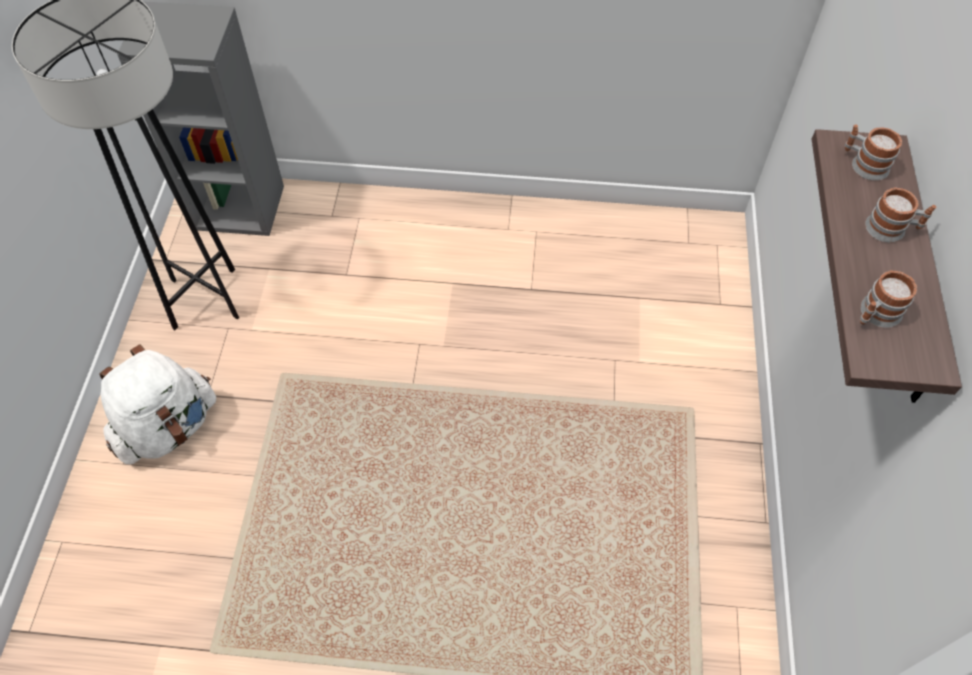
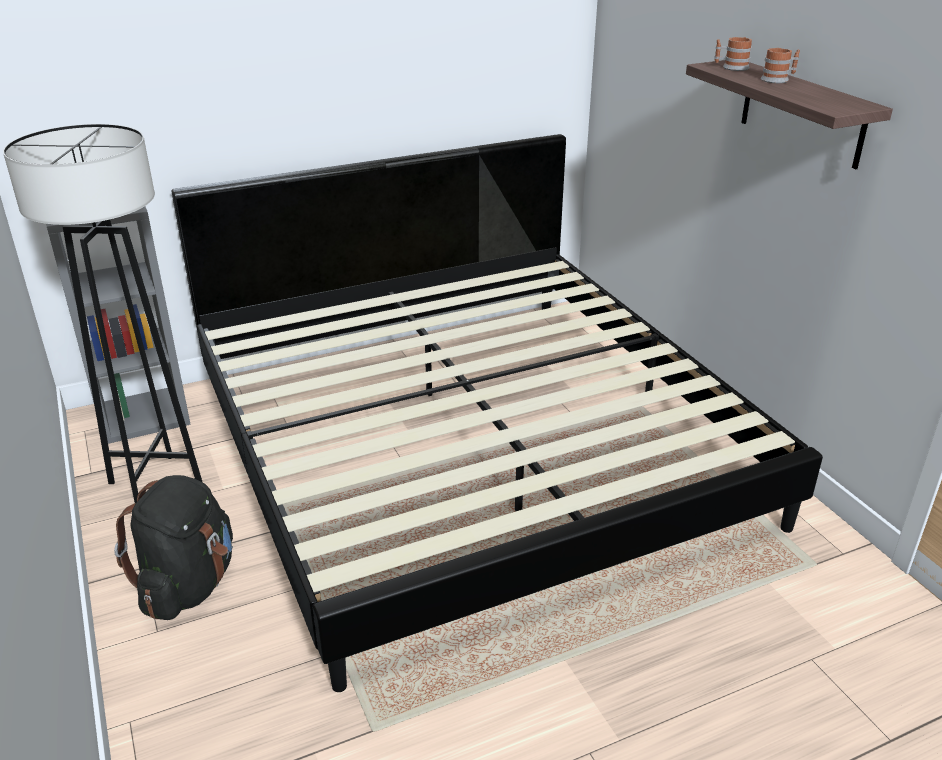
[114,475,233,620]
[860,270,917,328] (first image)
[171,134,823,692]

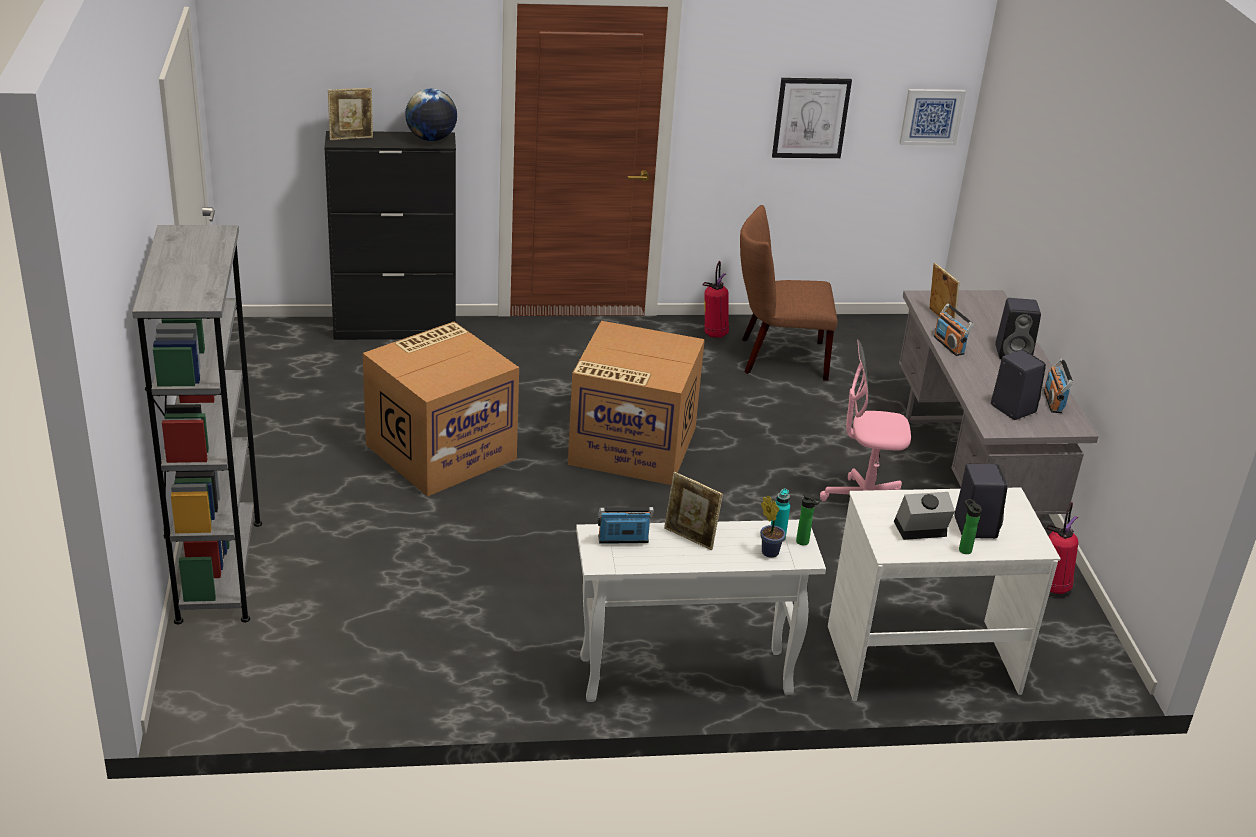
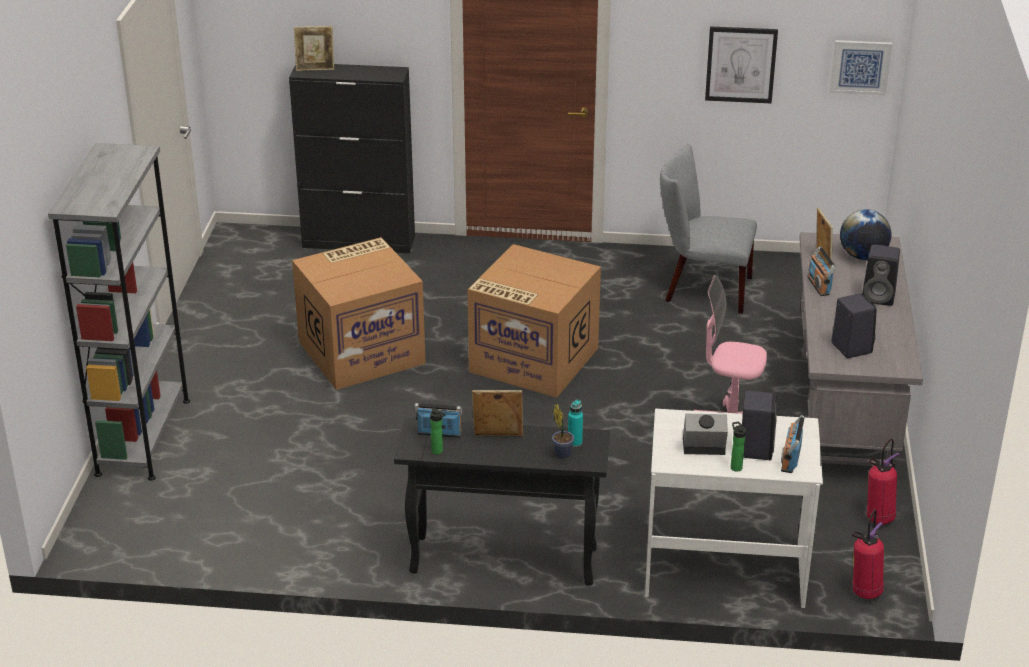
[840,209,891,260]
[394,418,610,586]
[472,390,523,436]
[852,509,884,599]
[660,145,757,314]
[430,408,445,454]
[781,415,805,473]

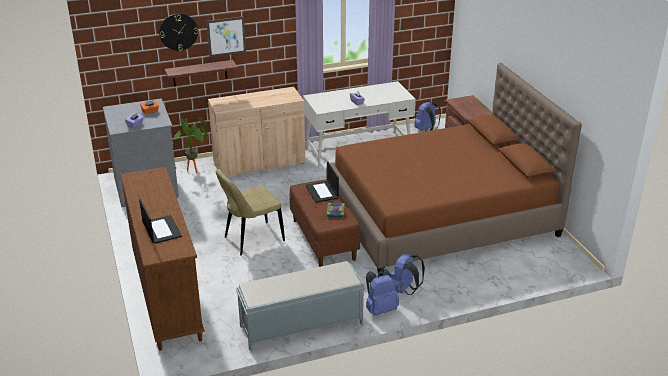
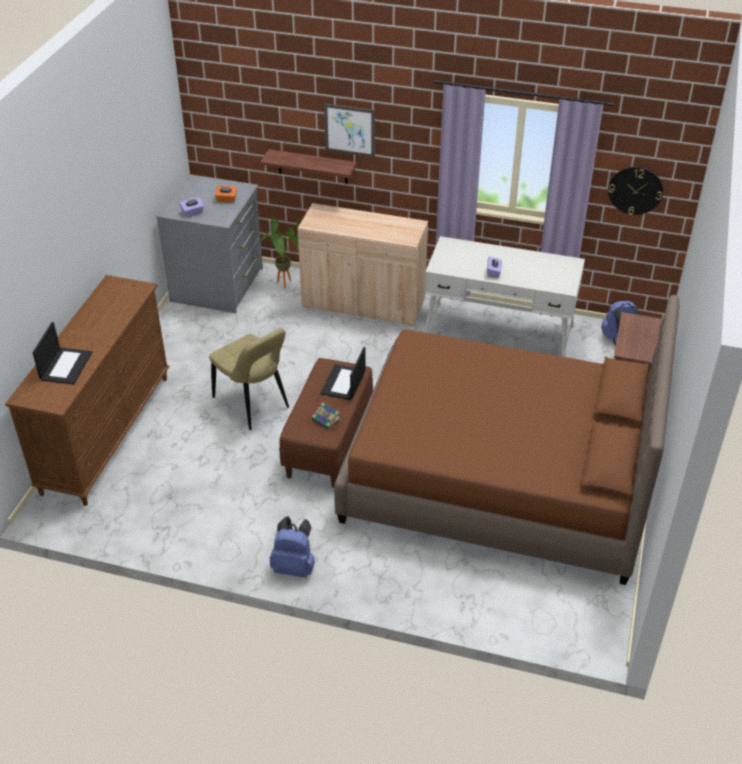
[608,167,663,215]
[209,328,289,430]
[236,261,365,351] (first image)
[391,254,425,295] (first image)

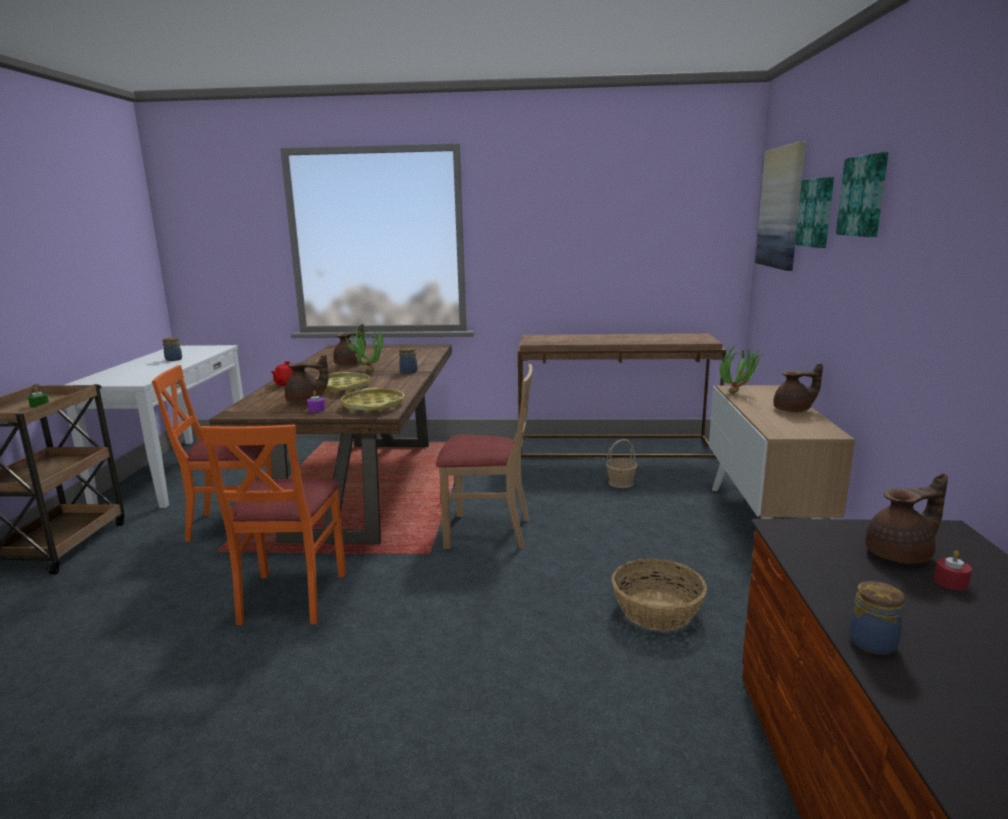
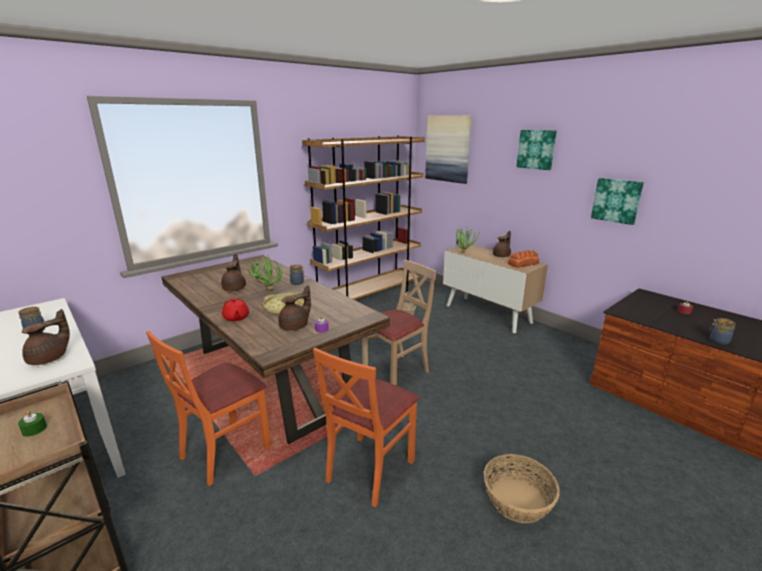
[313,348,419,507]
[341,388,405,412] (first image)
[302,135,425,300]
[484,454,560,523]
[591,178,644,225]
[22,309,70,365]
[508,250,539,268]

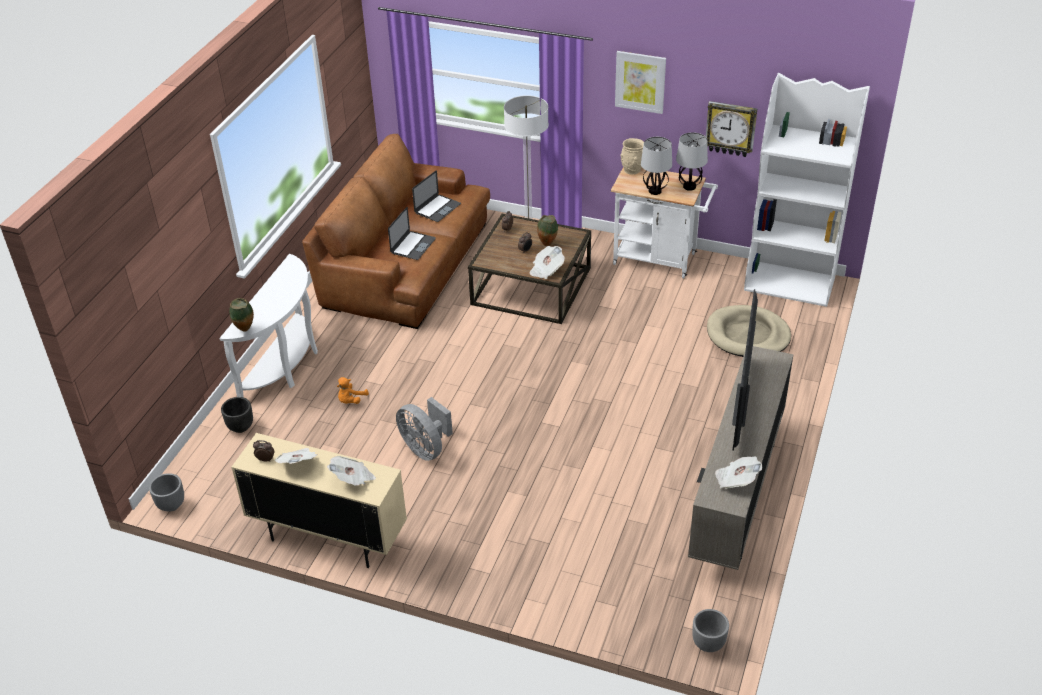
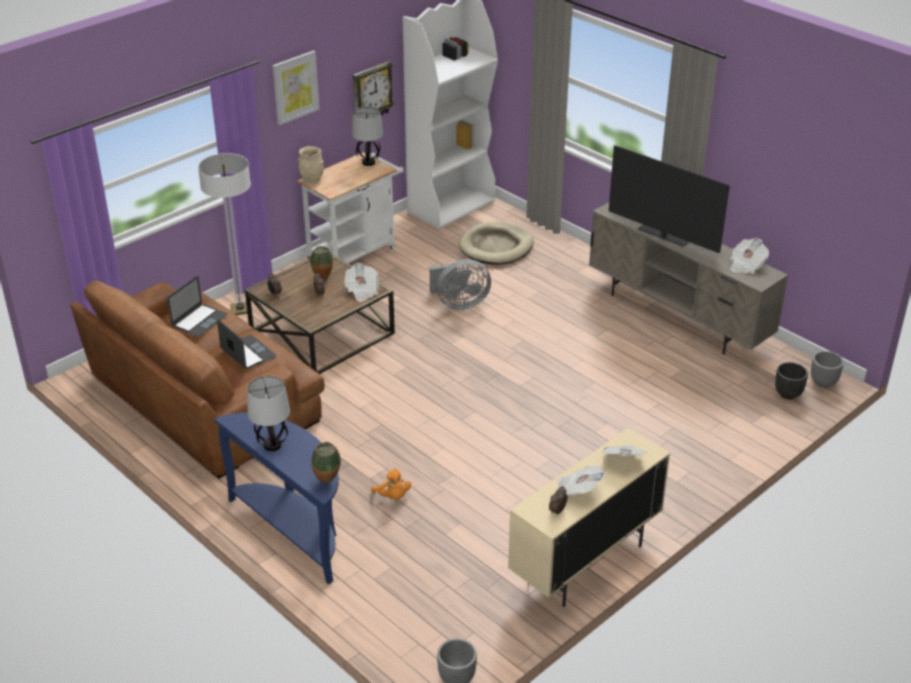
[214,413,339,584]
[775,362,808,399]
[430,259,491,310]
[167,276,228,337]
[247,376,290,451]

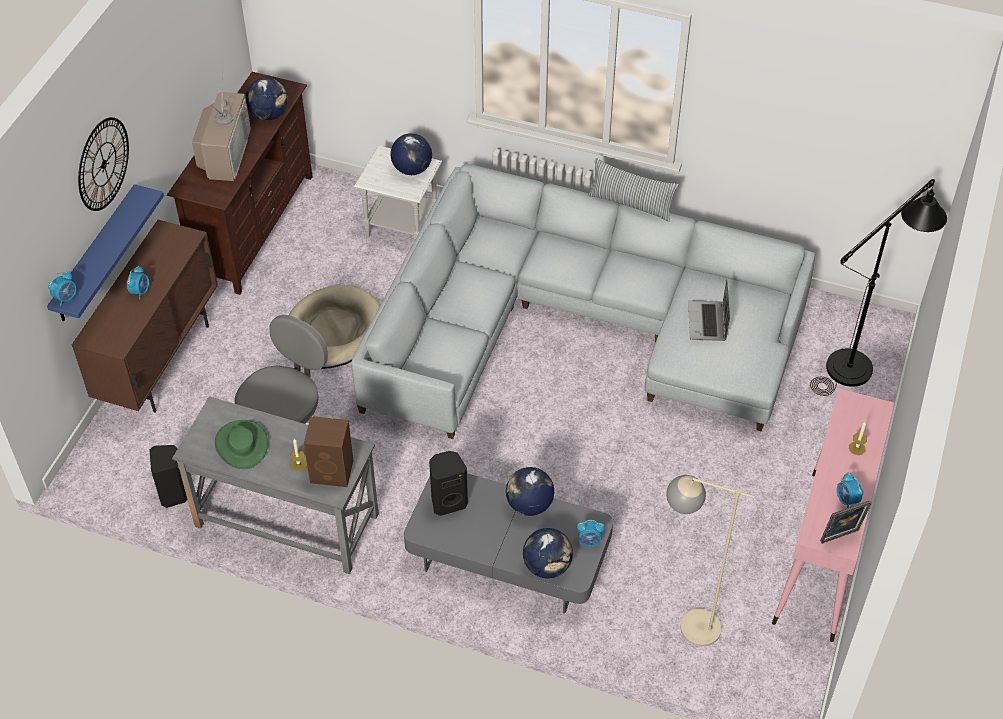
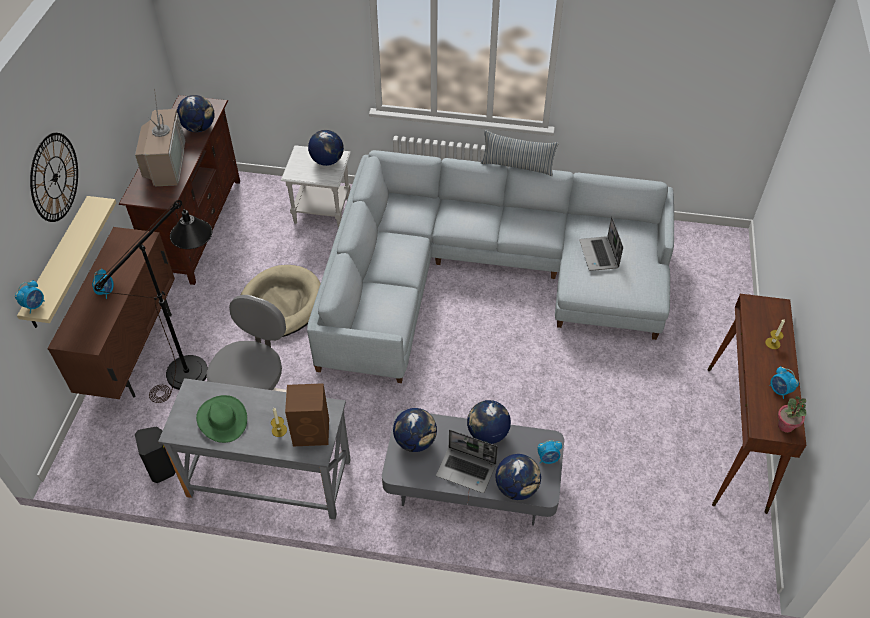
[17,196,116,328]
[393,408,437,452]
[666,475,755,647] (first image)
[707,294,806,514]
[94,200,212,403]
[778,396,807,433]
[436,430,498,493]

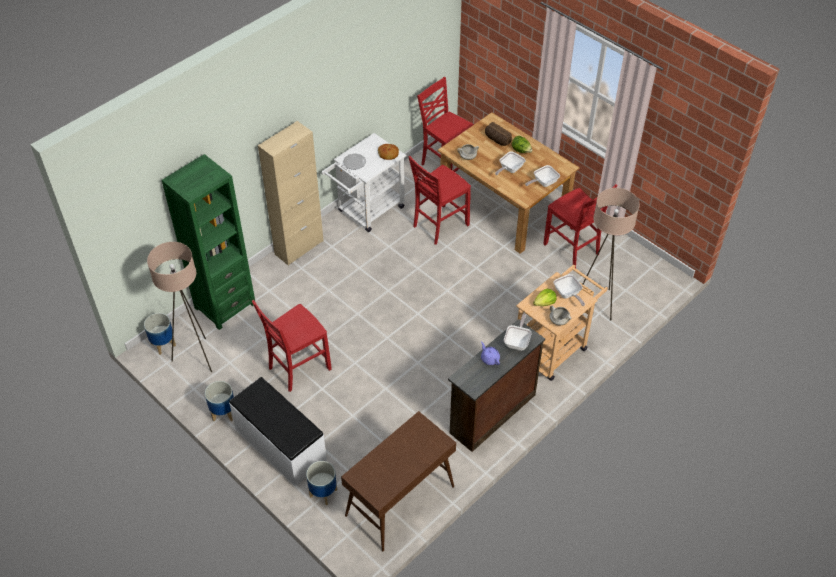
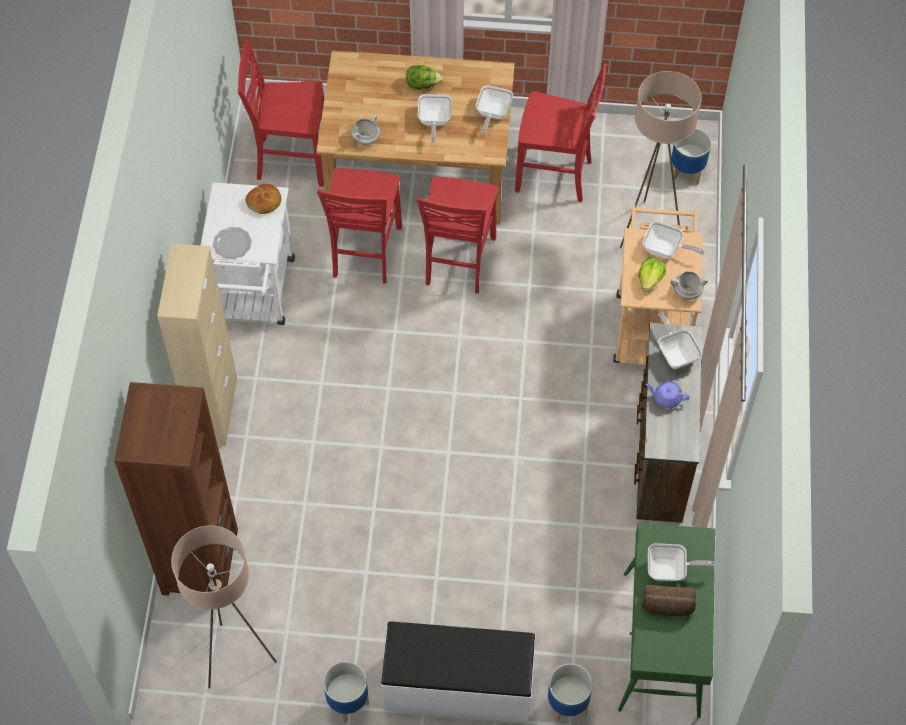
[672,128,711,185]
[114,382,238,595]
[417,176,498,293]
[618,523,715,718]
[642,585,696,616]
[648,543,715,581]

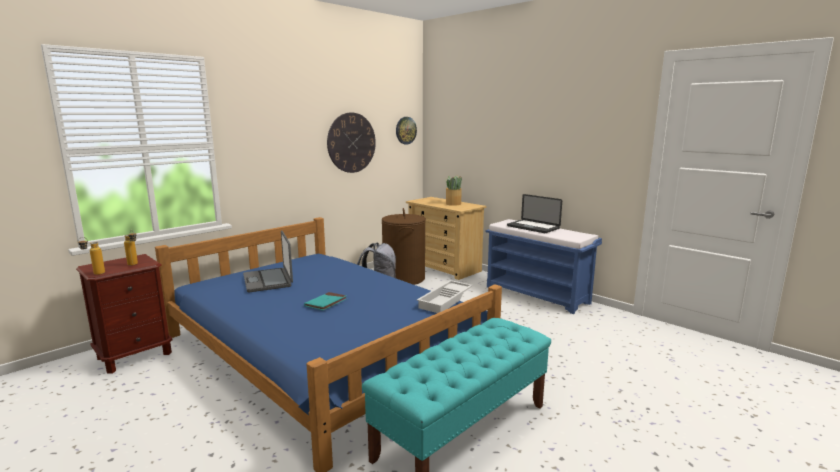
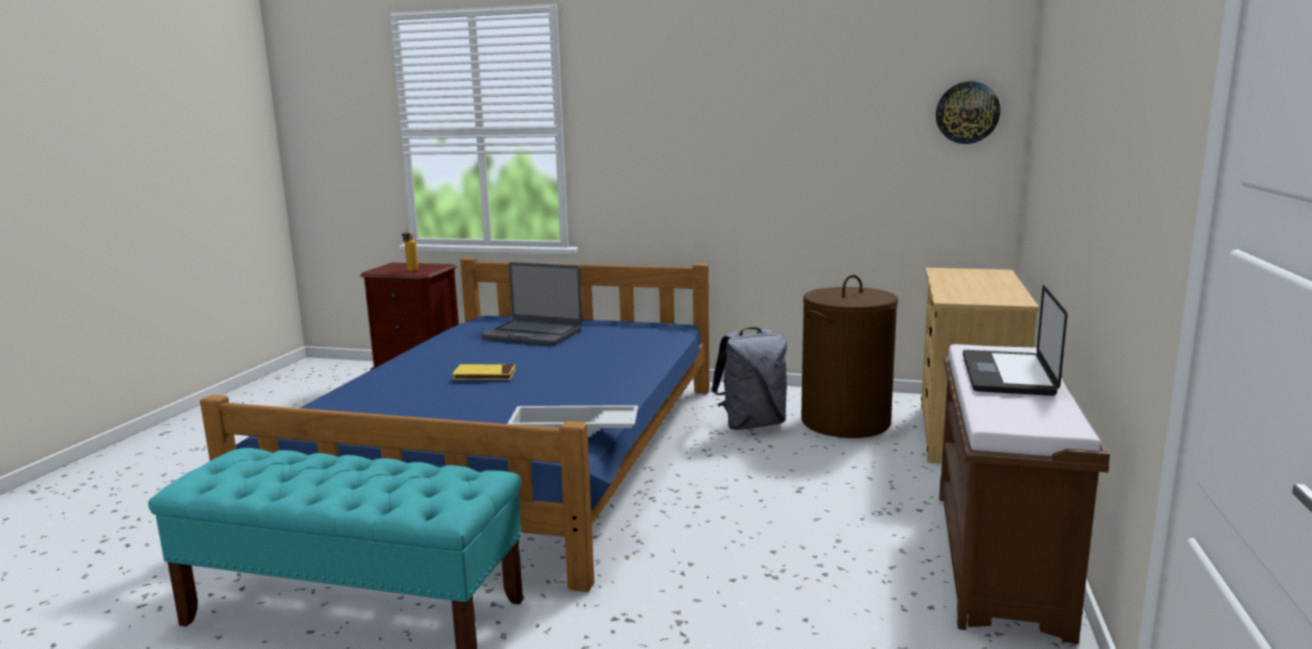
[77,237,105,275] (first image)
[482,262,583,346]
[452,364,516,380]
[327,113,376,173] (first image)
[446,175,462,206] (first image)
[939,344,1110,644]

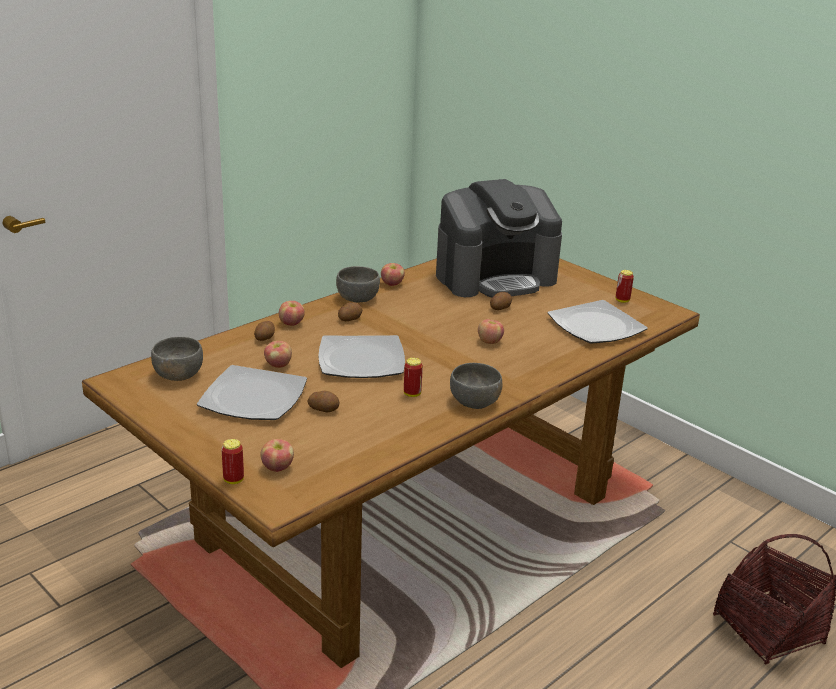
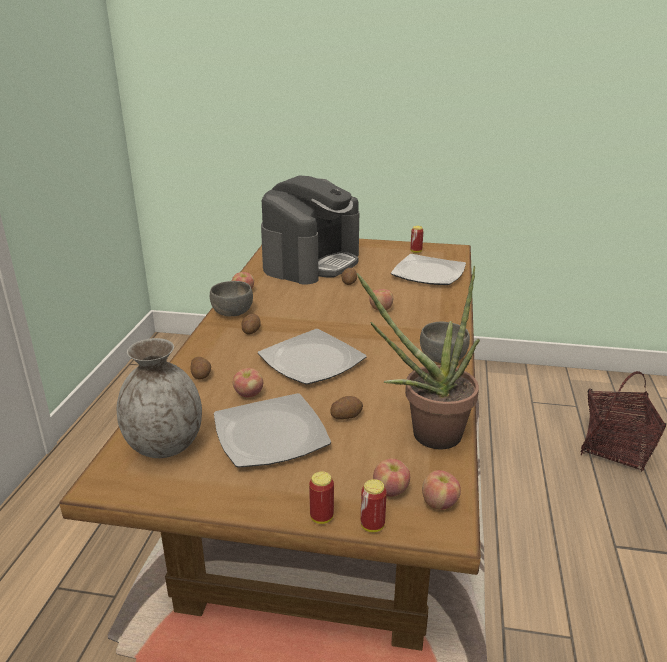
[117,338,202,458]
[422,470,461,510]
[309,471,334,524]
[357,266,480,449]

